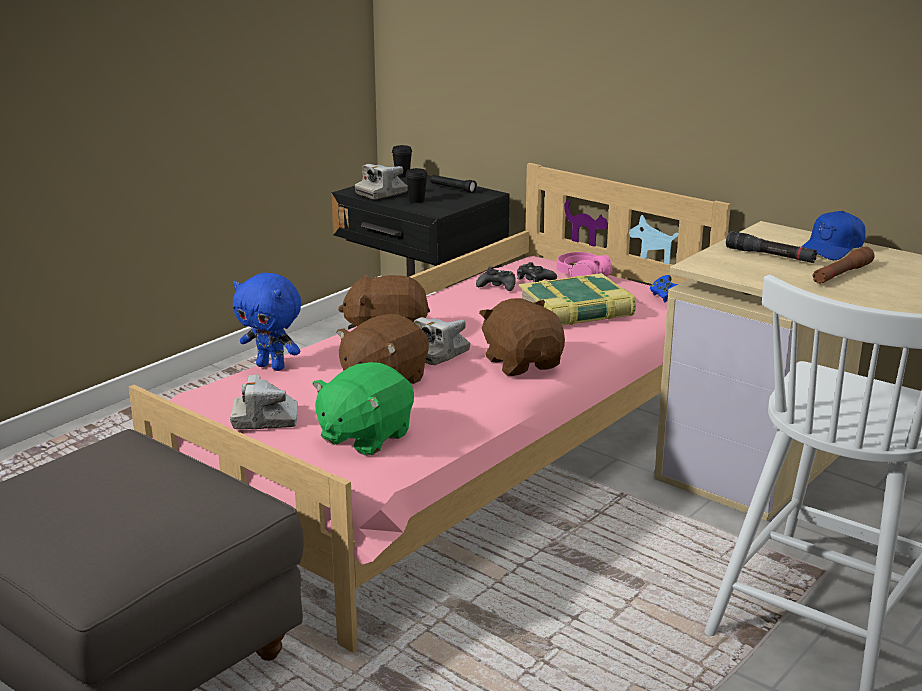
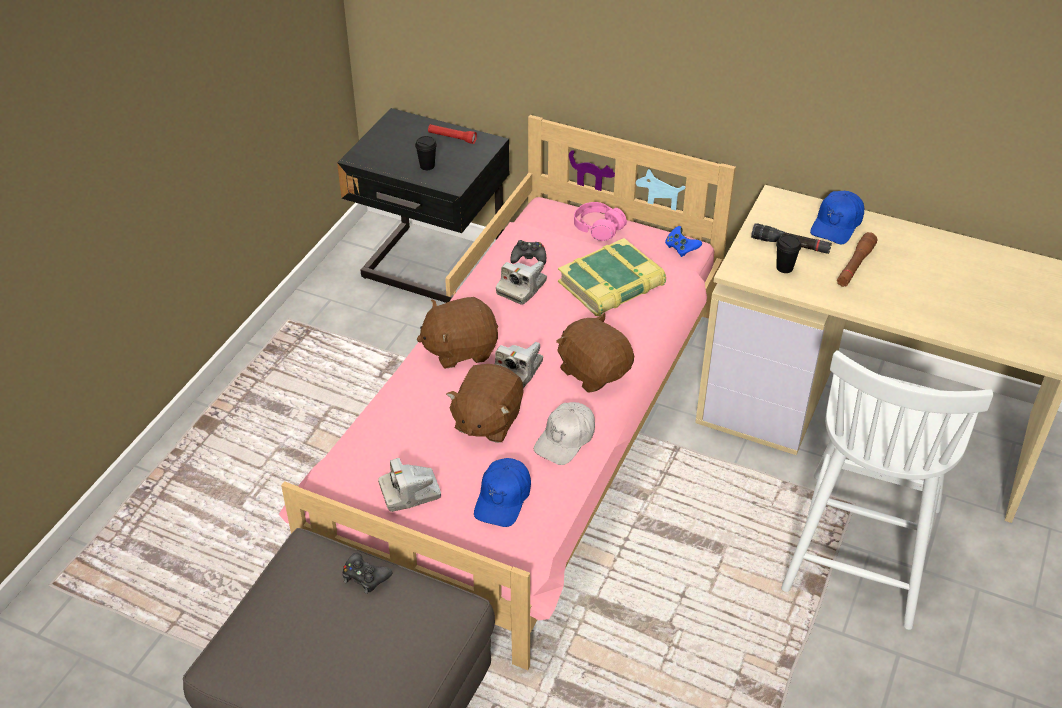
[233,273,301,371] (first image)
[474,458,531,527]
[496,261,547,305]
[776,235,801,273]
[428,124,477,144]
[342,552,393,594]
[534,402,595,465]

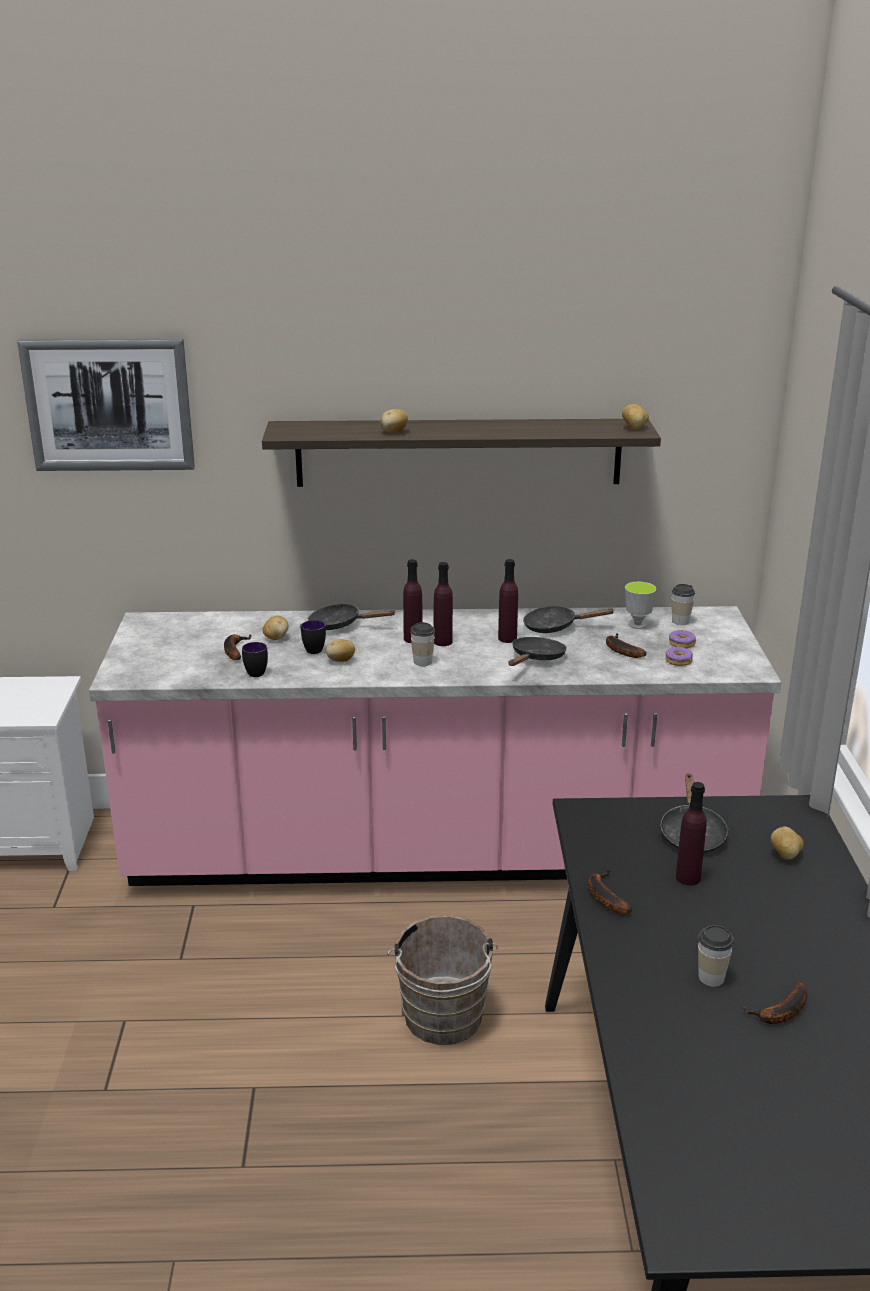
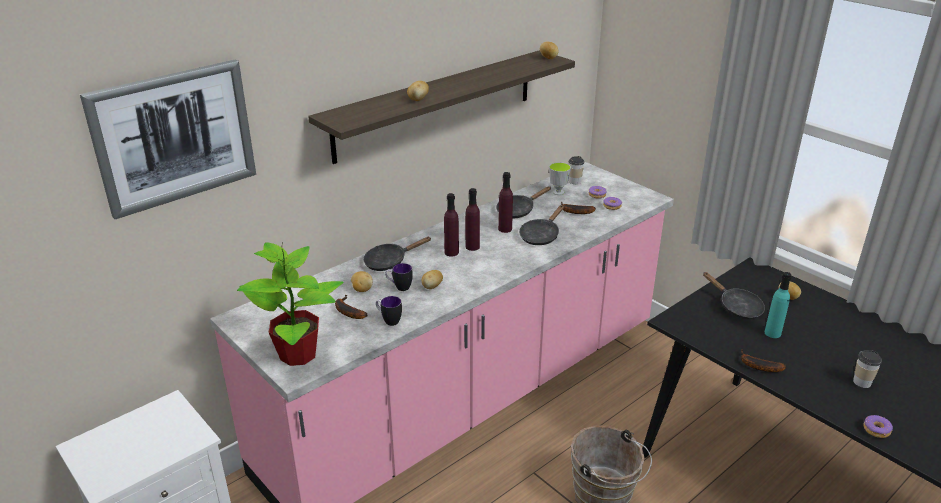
[410,622,435,666] (first image)
[519,205,564,245]
[765,272,792,338]
[742,980,807,1024] (first image)
[237,242,344,366]
[863,415,893,438]

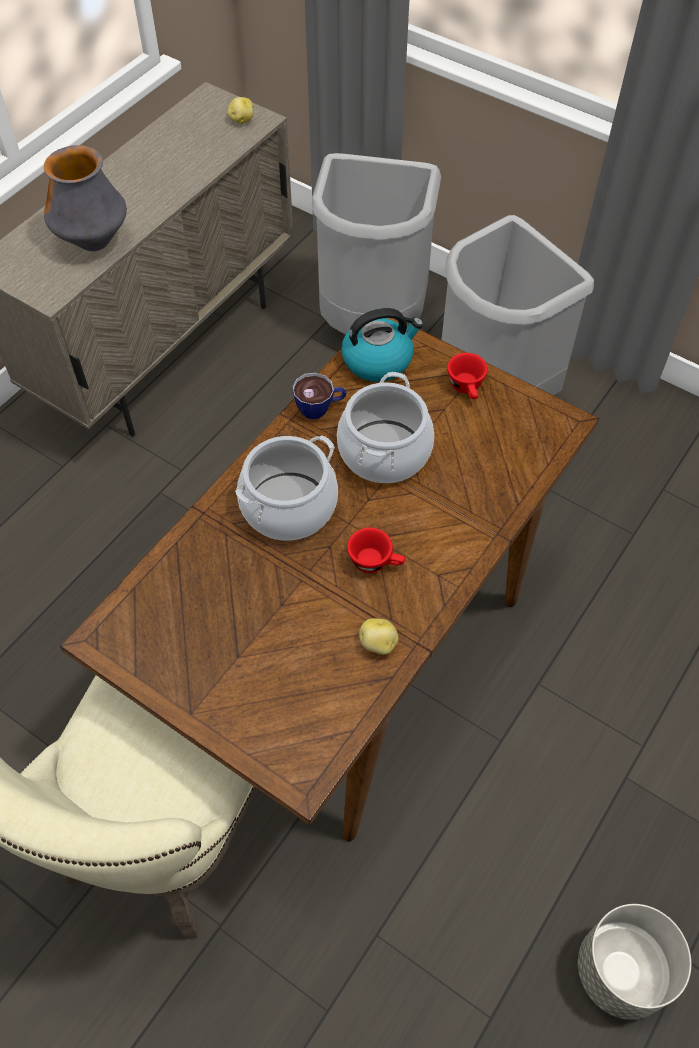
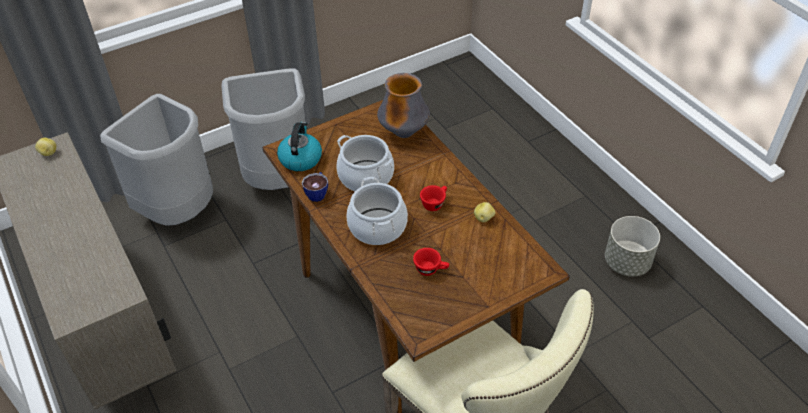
[377,73,430,138]
[413,248,449,276]

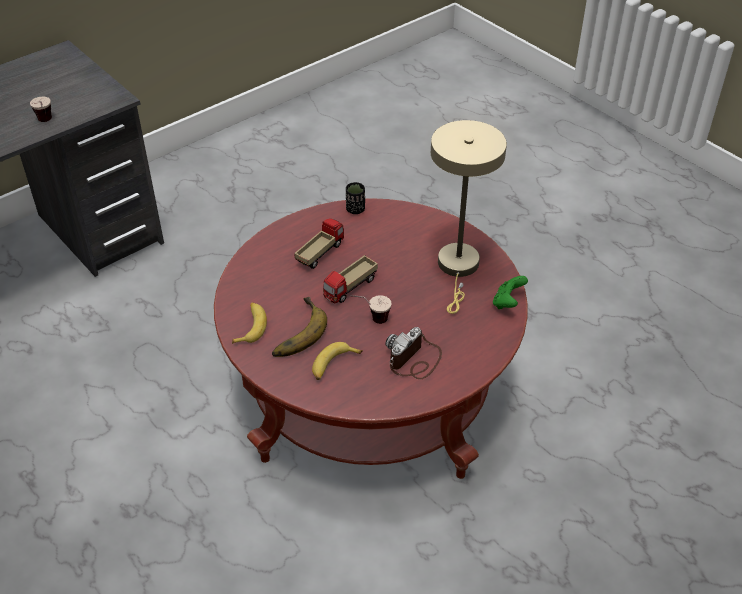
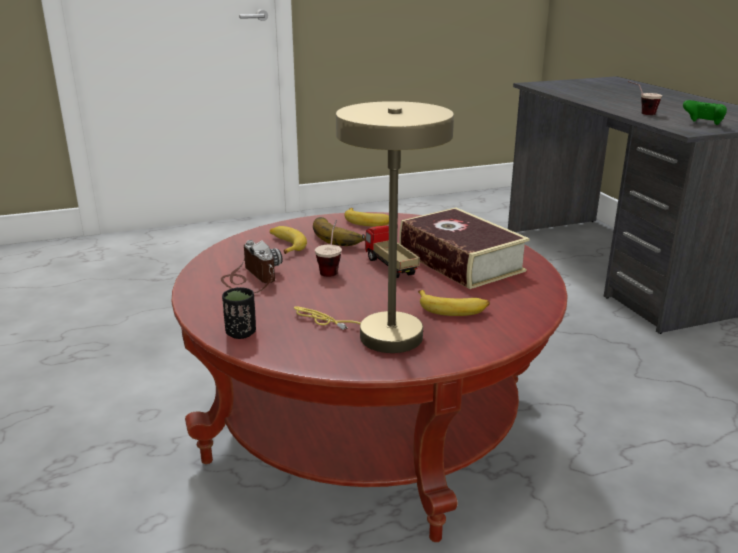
[399,208,530,289]
[222,287,256,339]
[683,100,727,125]
[418,290,490,316]

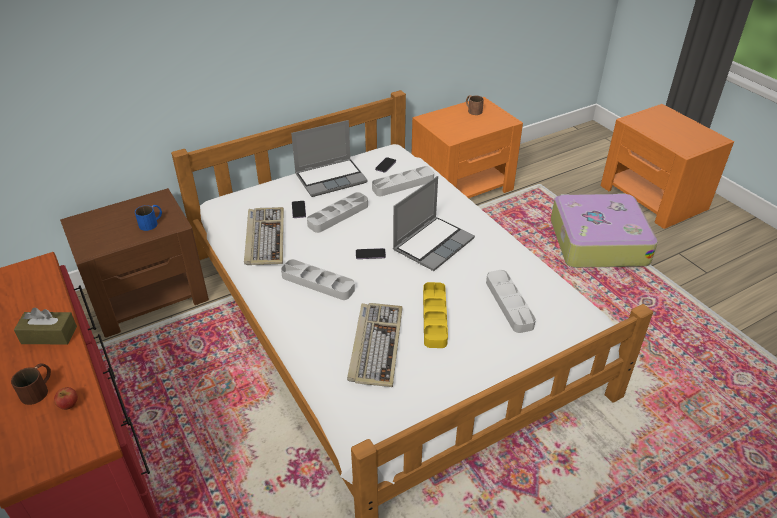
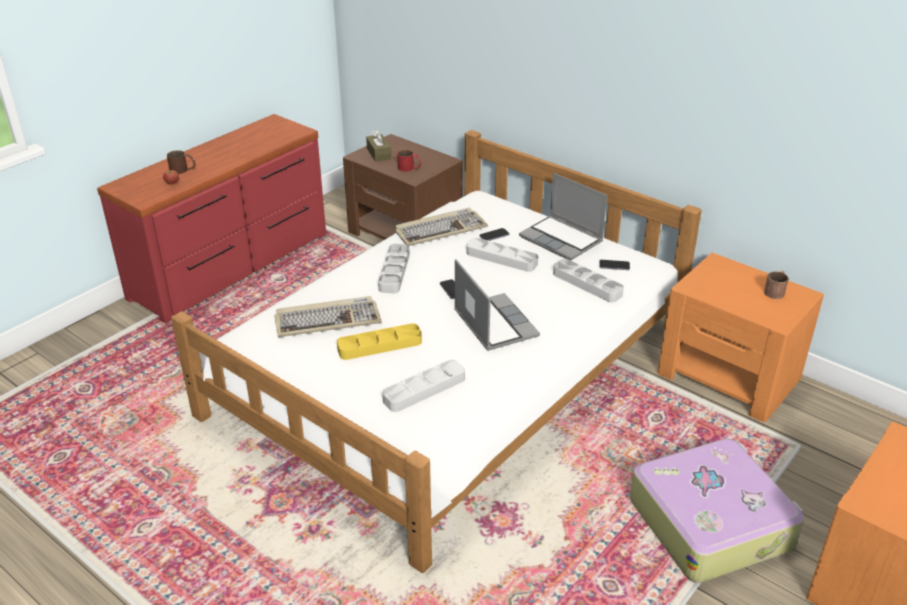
[366,129,391,162]
[397,150,421,171]
[454,259,540,351]

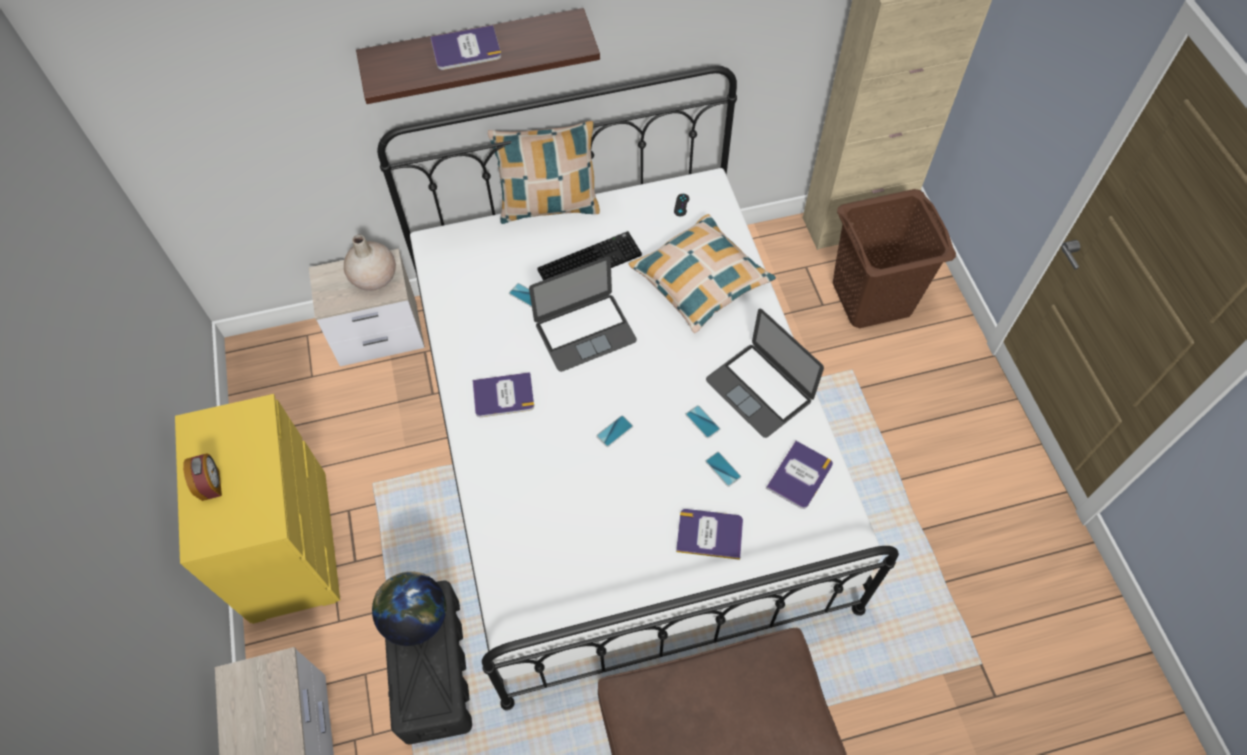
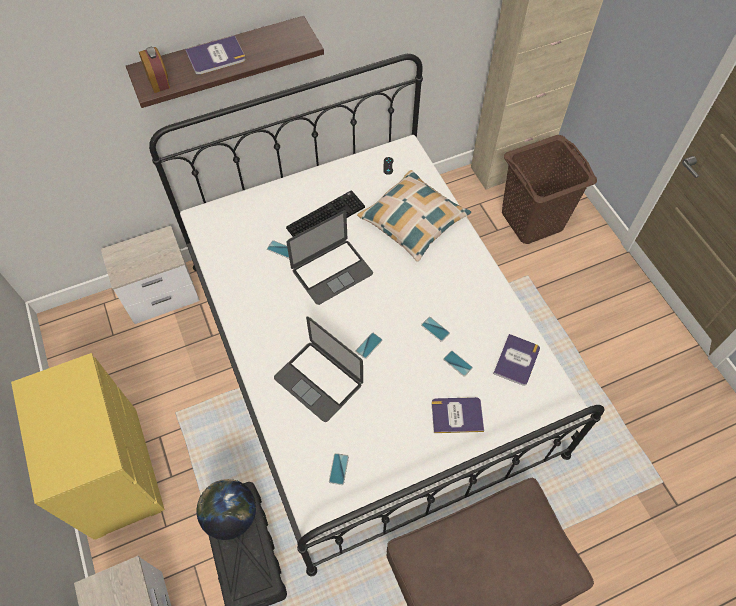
[139,47,170,93]
[344,235,396,291] (first image)
[472,372,534,417] (first image)
[488,121,600,224] (first image)
[274,317,363,422]
[329,453,349,485]

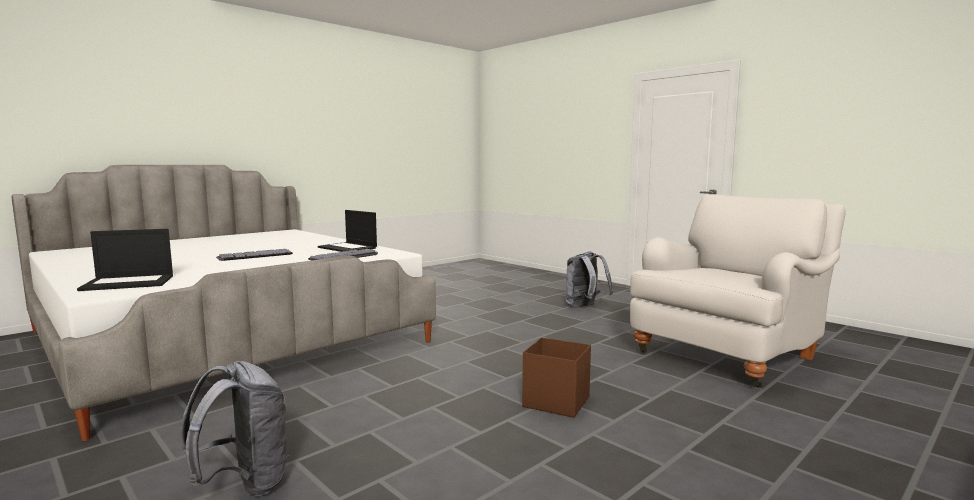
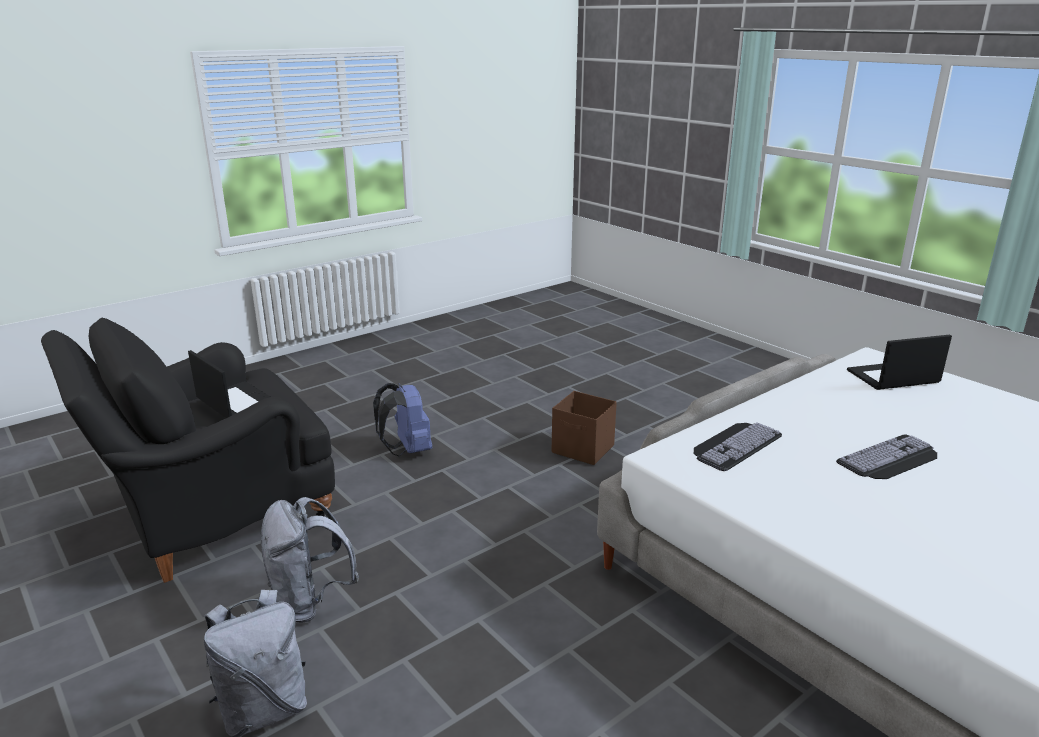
[260,497,359,623]
[188,350,270,418]
[552,391,617,465]
[41,318,335,583]
[373,383,432,456]

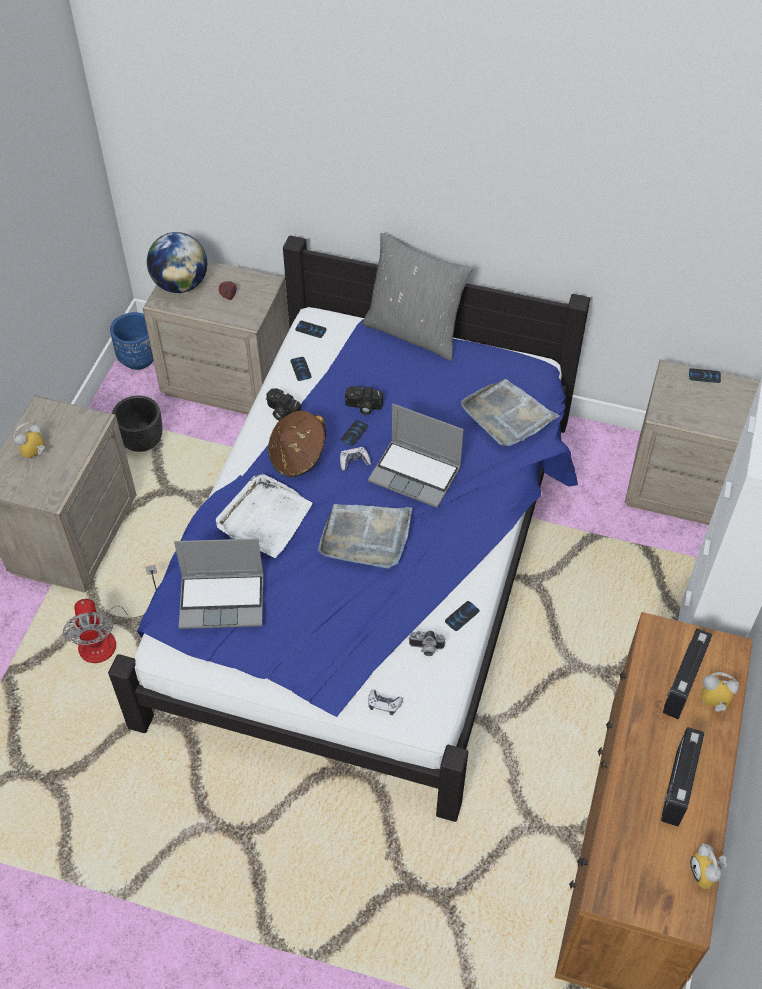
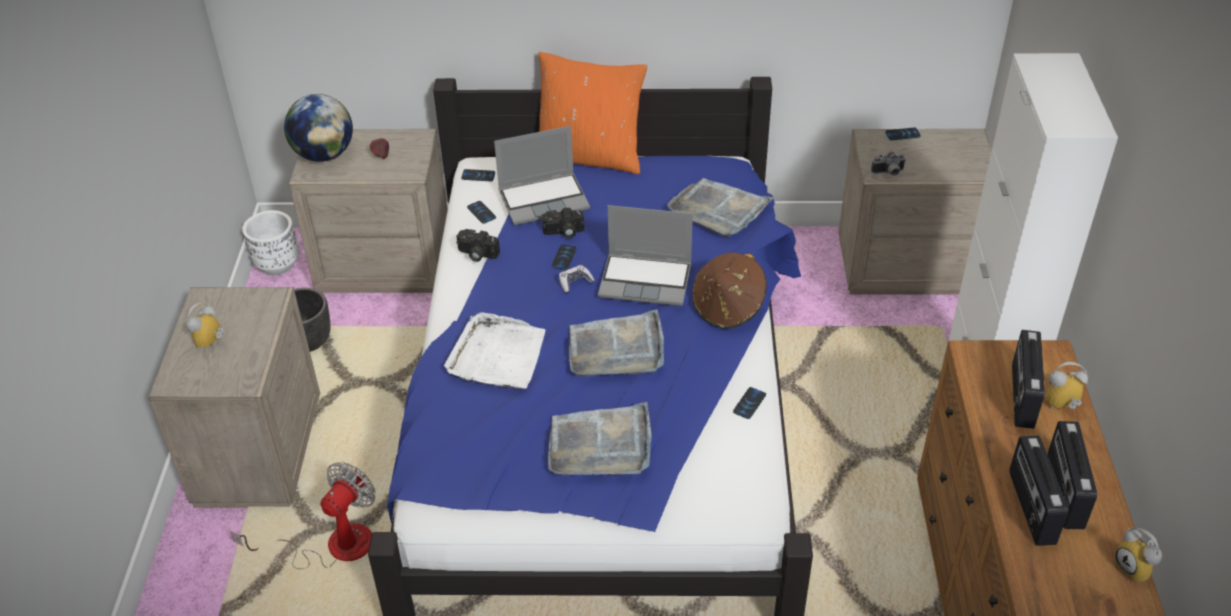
[230,462,376,569]
[242,210,299,275]
[494,126,590,225]
[692,253,767,329]
[538,52,647,174]
[368,689,403,715] (first image)
[871,152,905,176]
[548,402,652,476]
[1010,436,1068,546]

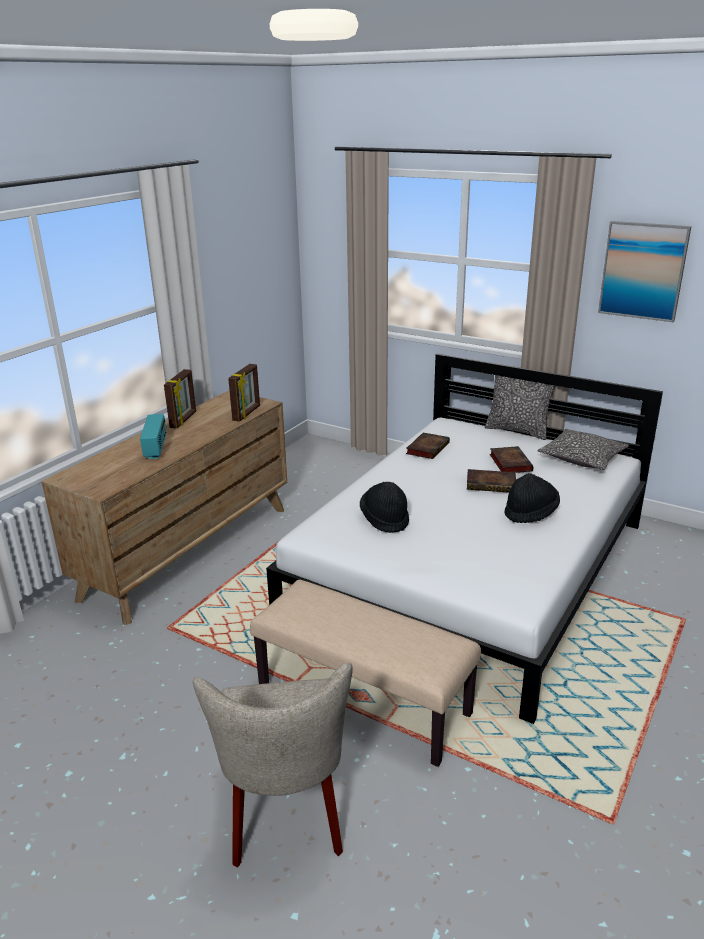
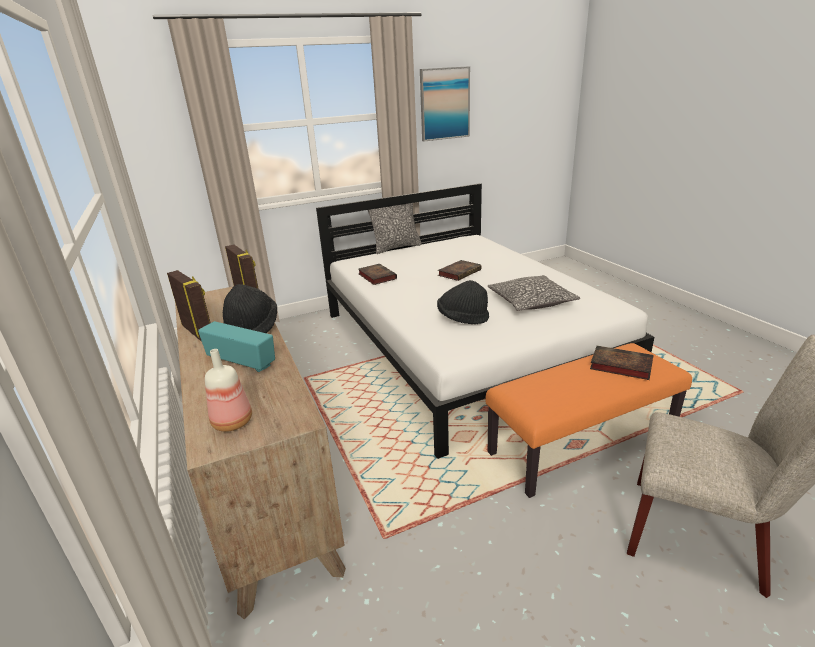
[486,343,692,498]
[590,346,653,380]
[223,284,277,333]
[488,275,580,311]
[205,349,252,432]

